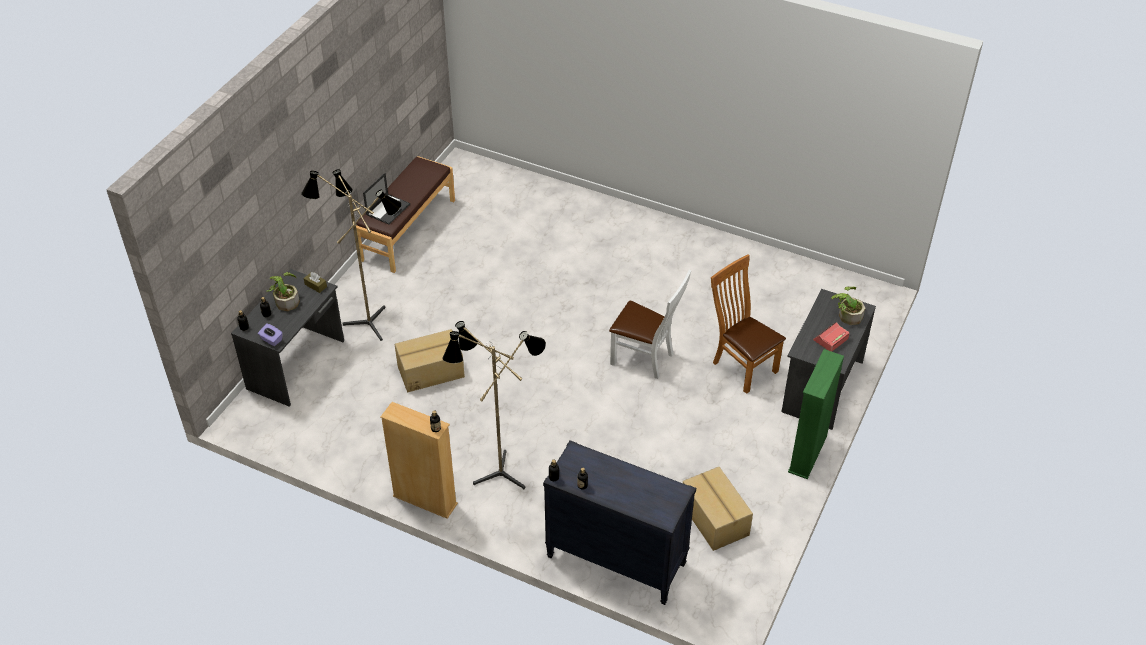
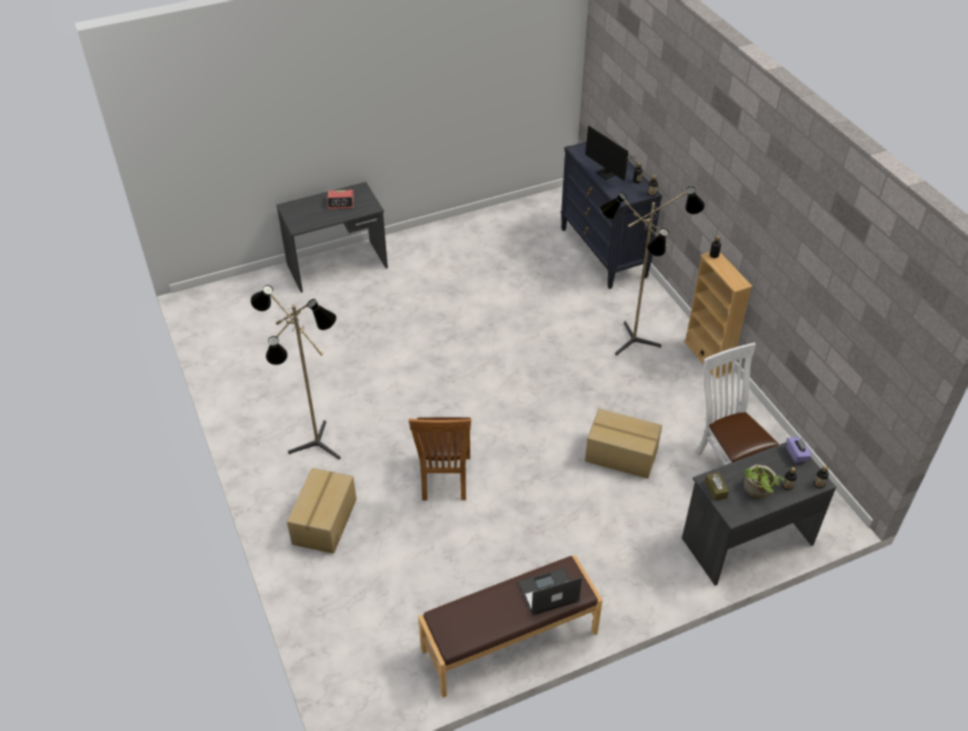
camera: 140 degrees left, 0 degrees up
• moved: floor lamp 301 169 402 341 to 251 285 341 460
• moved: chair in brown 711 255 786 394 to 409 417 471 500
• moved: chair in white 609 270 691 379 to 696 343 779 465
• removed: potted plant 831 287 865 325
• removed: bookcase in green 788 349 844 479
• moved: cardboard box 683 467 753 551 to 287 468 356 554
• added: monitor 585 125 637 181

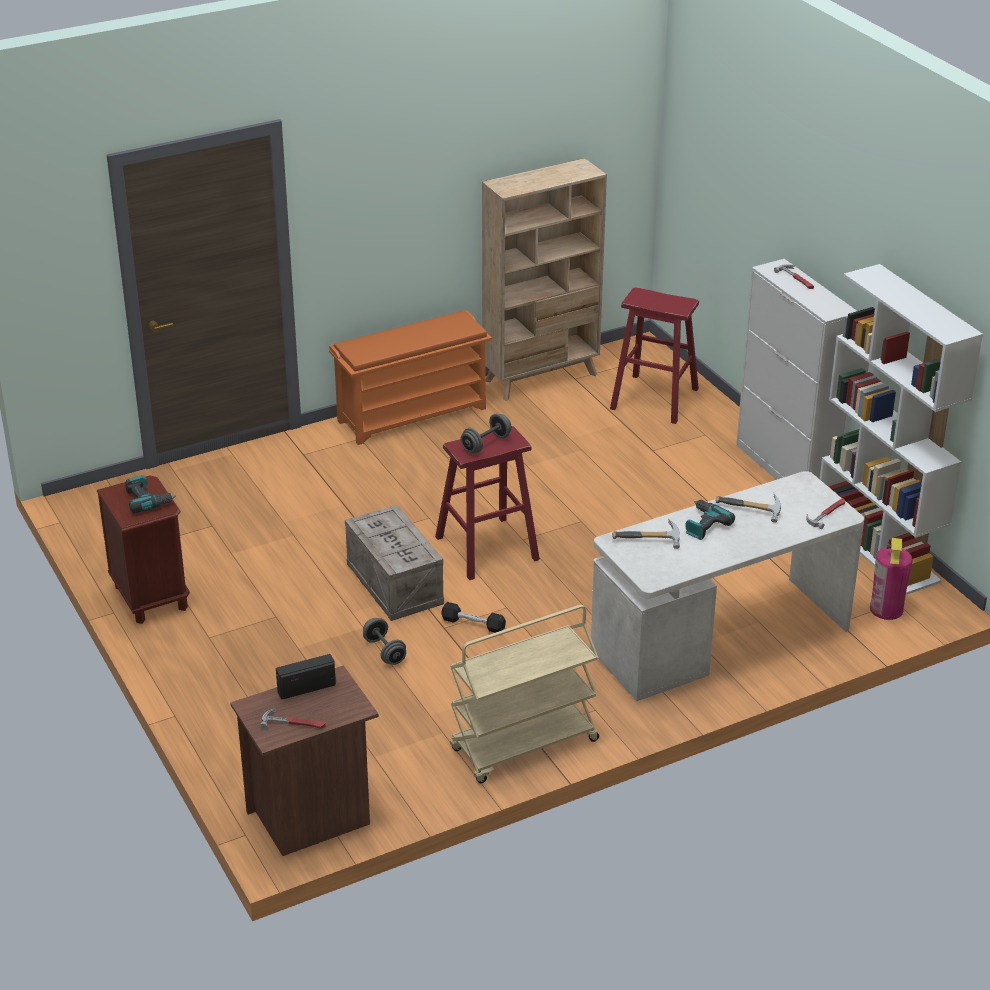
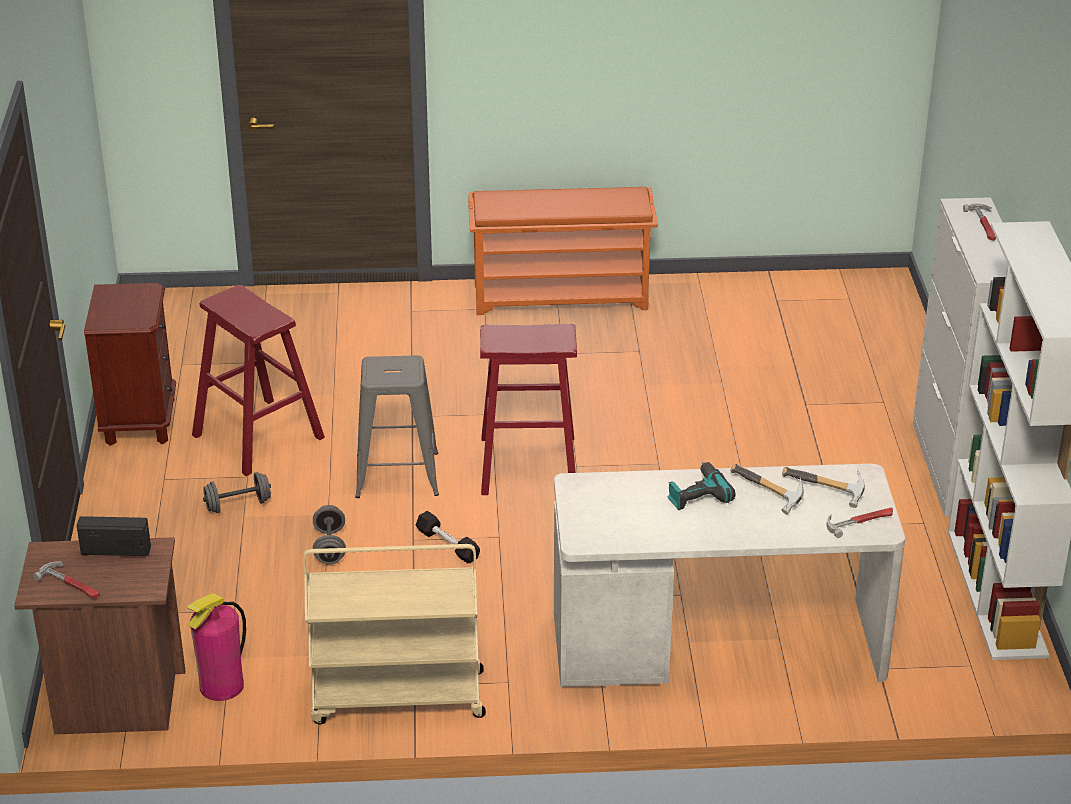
camera: 25 degrees right, 0 degrees up
• removed: bookcase in beige 482 158 607 401
• moved: stool in red 610 287 699 424 to 192 285 325 476
• moved: dumbbell in grey 460 414 512 453 to 203 472 271 513
• removed: power drill 125 475 176 513
• replaced: crate 345 505 444 621 to stool in grey 355 355 439 498
• moved: hammer 612 519 680 549 to 782 467 865 508
• moved: fire extinguisher 870 538 913 620 to 187 593 246 701

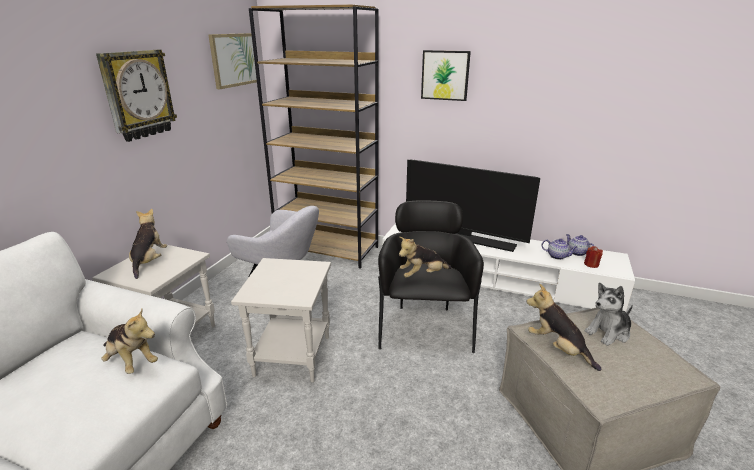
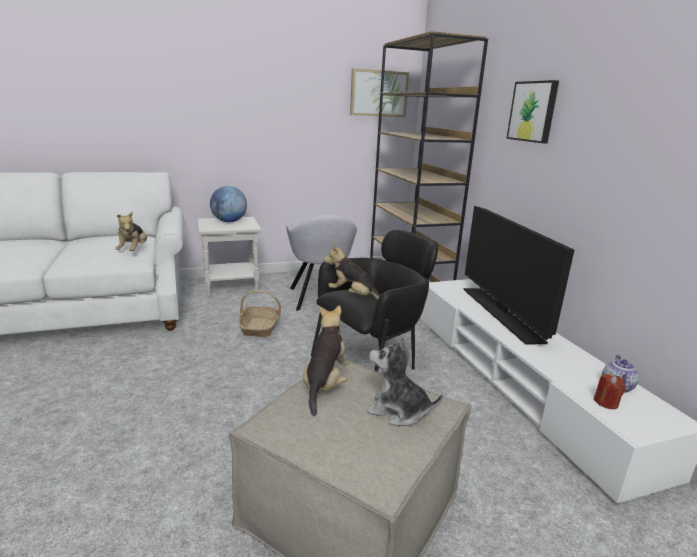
camera: 50 degrees right, 5 degrees down
• removed: wall clock 96 50 177 142
• replaced: plush toy 129 209 167 279 to globe 210 186 247 222
• removed: teapot 542 239 578 260
• replaced: side table in white 231 258 331 382 to basket 238 290 281 337

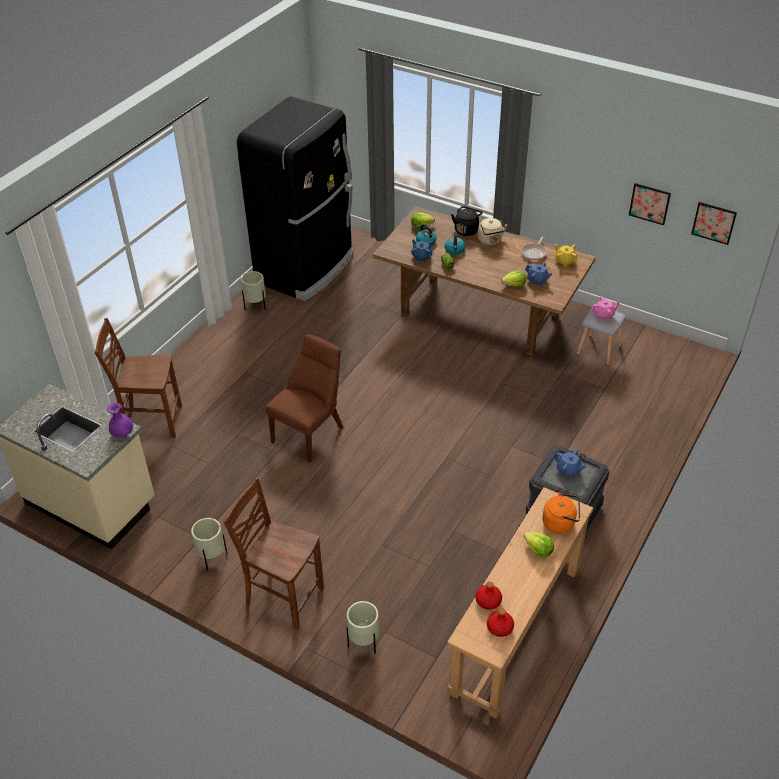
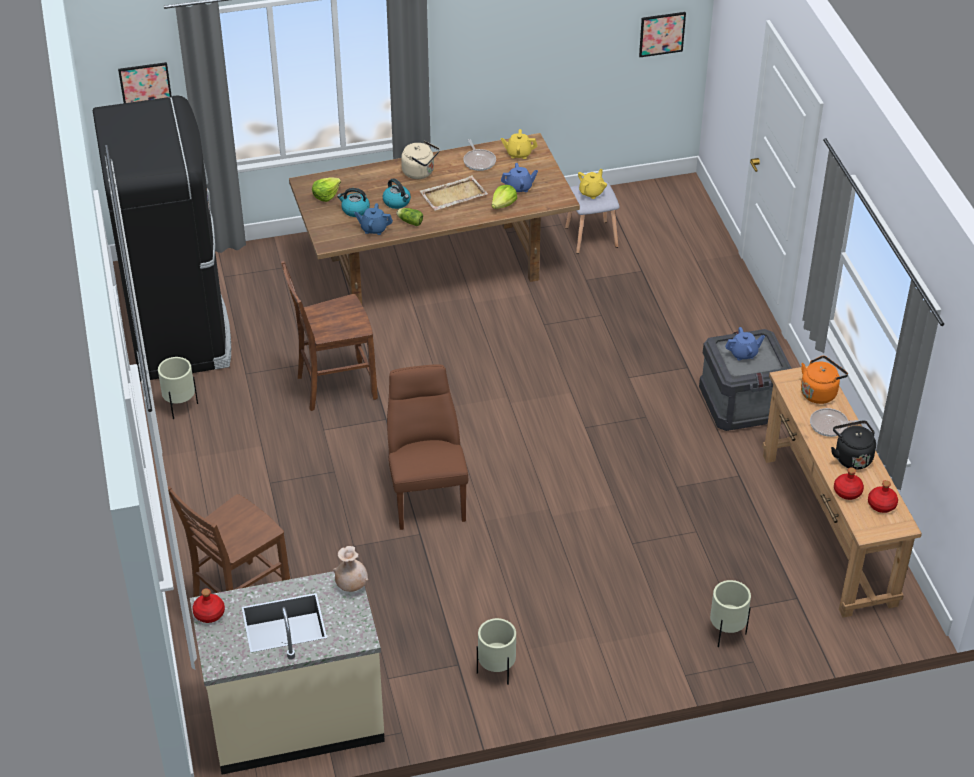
camera: 45 degrees left, 0 degrees up
• moved: picture 629 183 671 225 to 118 62 172 103
• moved: kettle in black 451 206 483 236 to 831 421 876 470
• recoloured: teapot in pink 591 296 620 320 to teapot in yellow 578 169 607 199
• recoloured: vase in purple 107 403 133 437 to vase in beige 333 546 368 592
• moved: chair in brown 223 477 324 630 to 281 261 378 411
• replaced: lettuce 524 532 554 558 to frying pan 810 408 870 437
• added: tray in beige 420 175 488 211
• added: bottle in red 192 588 225 623

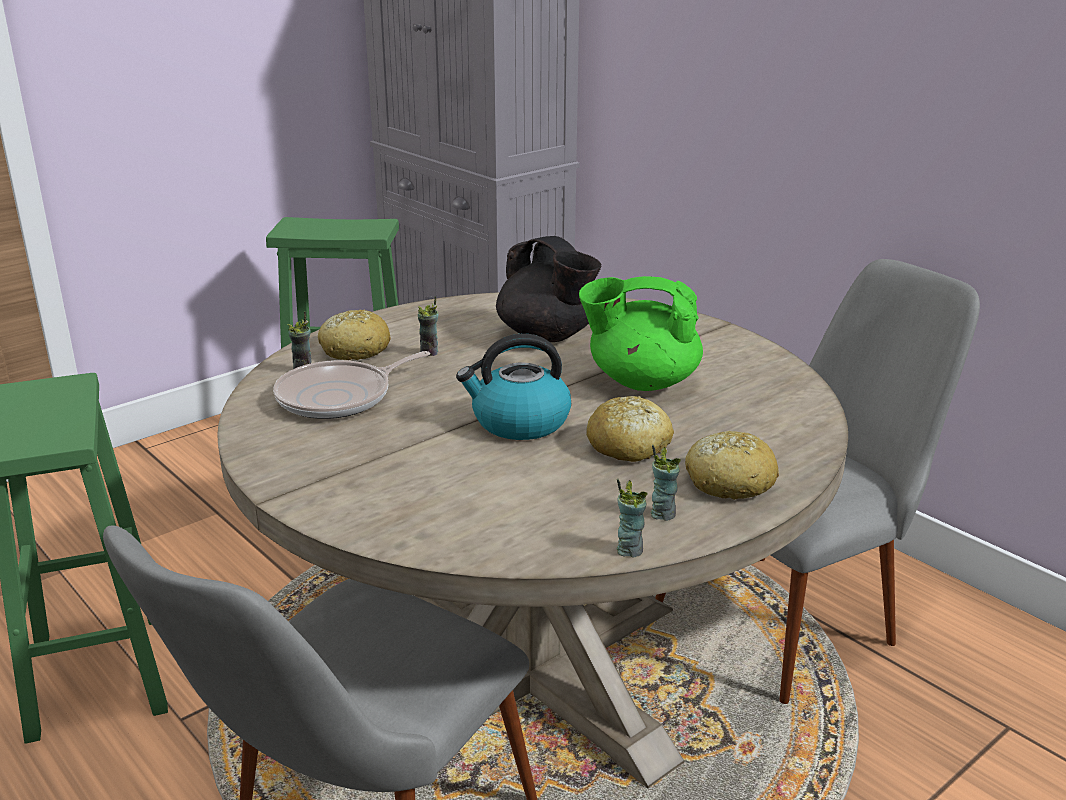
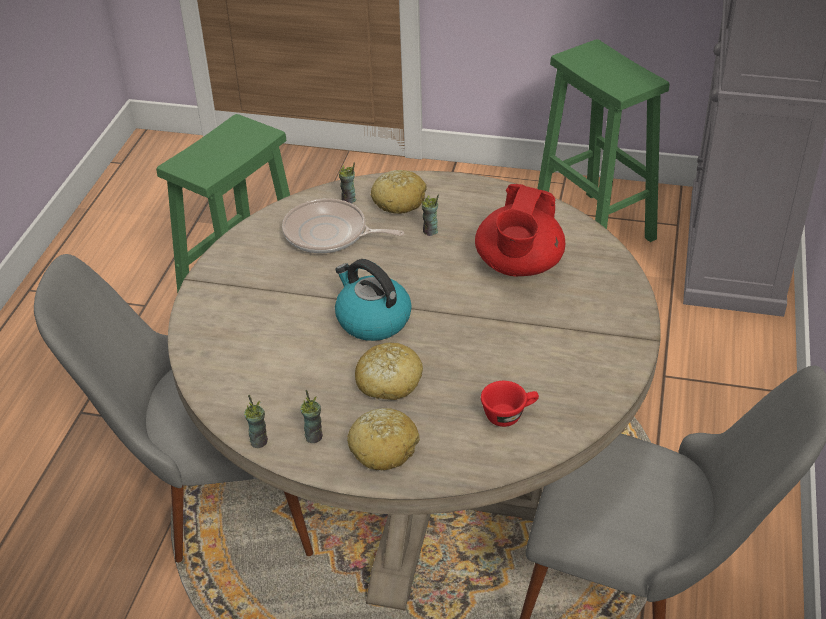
camera: 55 degrees right, 15 degrees up
• recoloured: teapot in black 496 236 601 342 to teapot in red 475 184 565 276
• removed: teapot in green 579 276 703 391
• added: cup in red 481 381 539 427

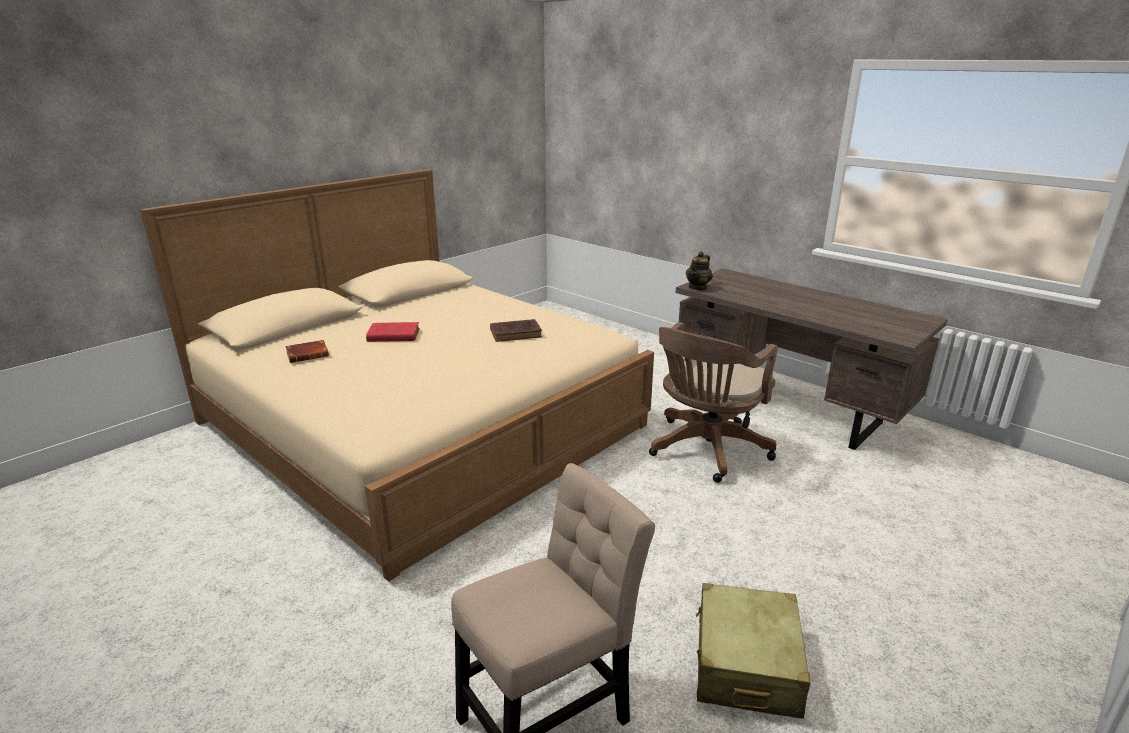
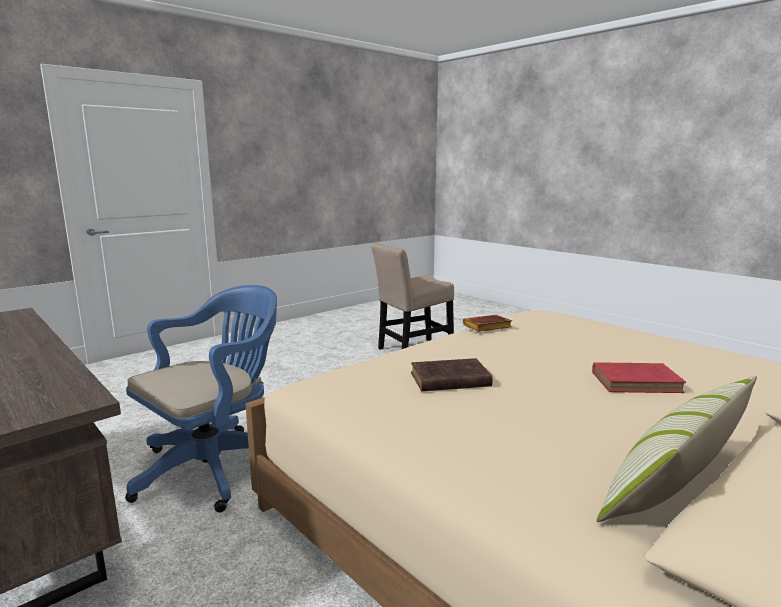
camera: 175 degrees left, 10 degrees down
• removed: teapot 686 251 713 291
• recoloured: office chair in brown 649 322 777 483 to office chair in blue 125 285 277 513
• moved: book in brown 285 340 329 363 to 463 315 512 332
• removed: suitcase in beige 696 583 811 719
• added: pillow 597 376 757 522

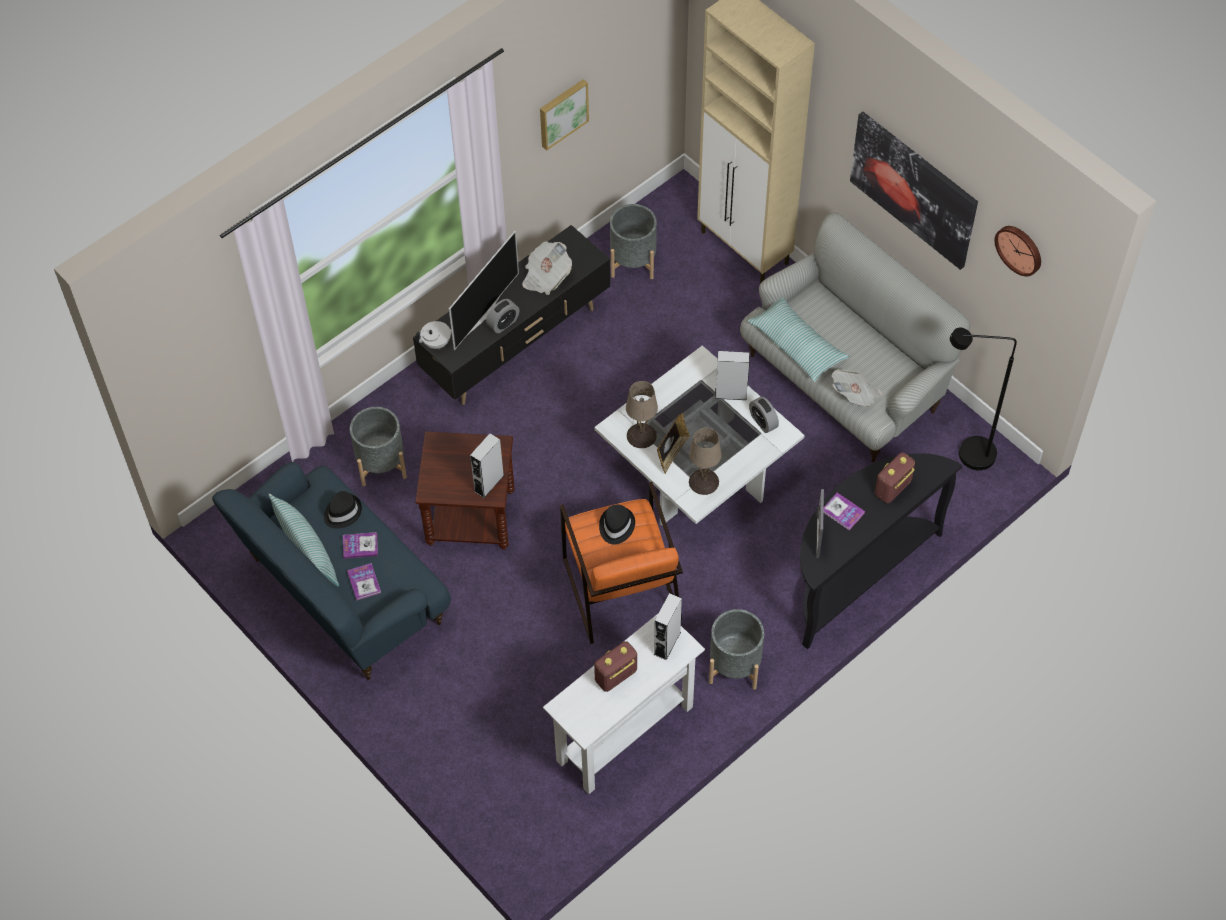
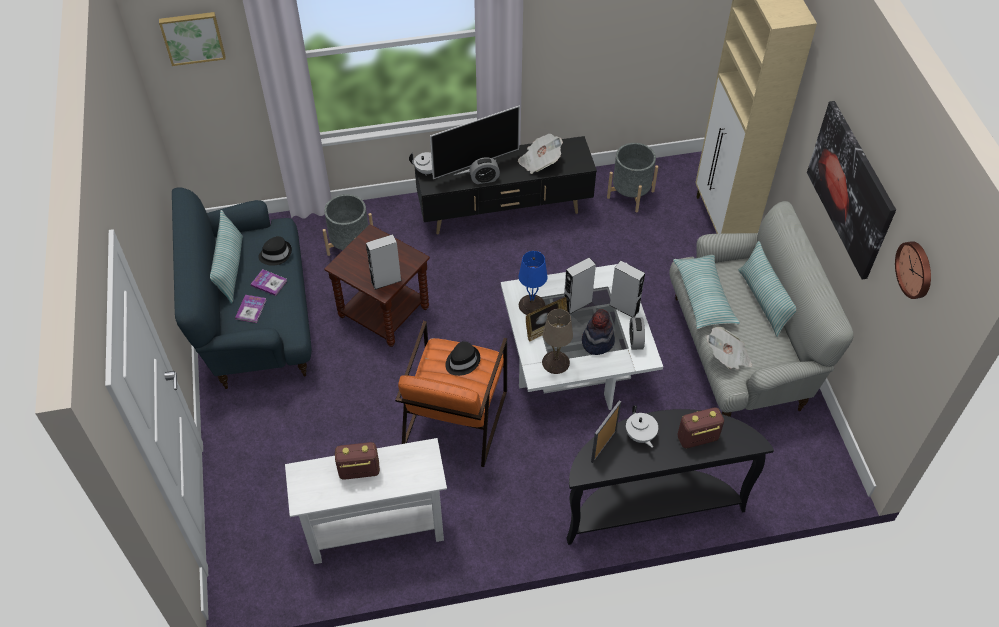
camera: 30 degrees right, 5 degrees down
• moved: picture 540 79 589 151 to 159 12 226 66
• removed: floor lamp in black 950 328 1017 471
• recoloured: table lamp in beige 626 381 658 448 to table lamp in blue 519 251 548 315
• replaced: book 824 493 865 530 to teapot in white 626 405 658 448
• moved: speaker in grey 654 593 682 660 to 564 258 596 314
• removed: planter in grey 709 609 764 690
• added: pillow 738 241 796 337
• added: hat 582 309 615 355

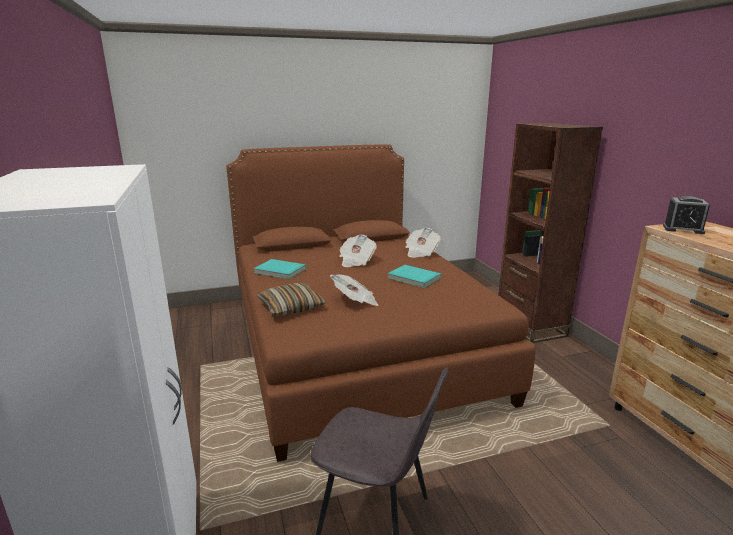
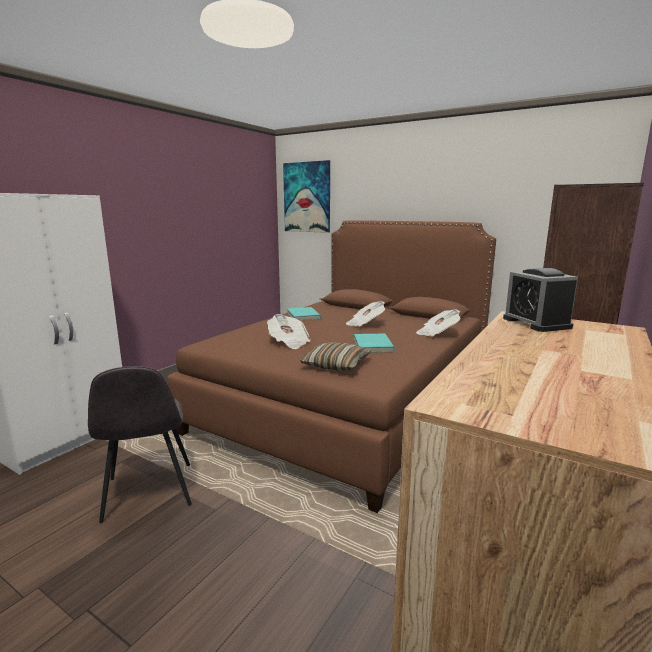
camera: 50 degrees right, 5 degrees down
• moved: pillow 257 283 326 316 to 300 342 371 371
• added: picture 283 160 330 233

